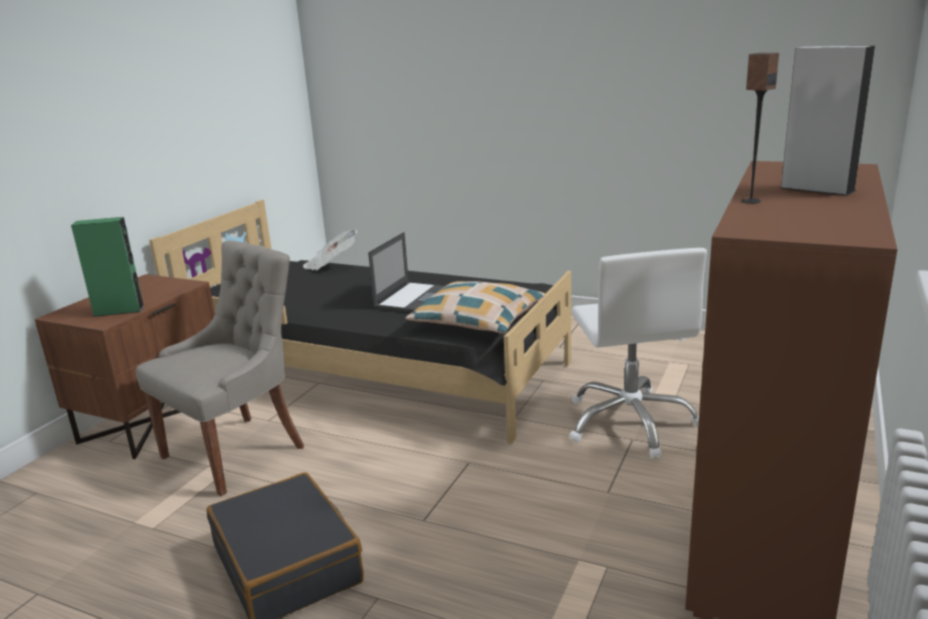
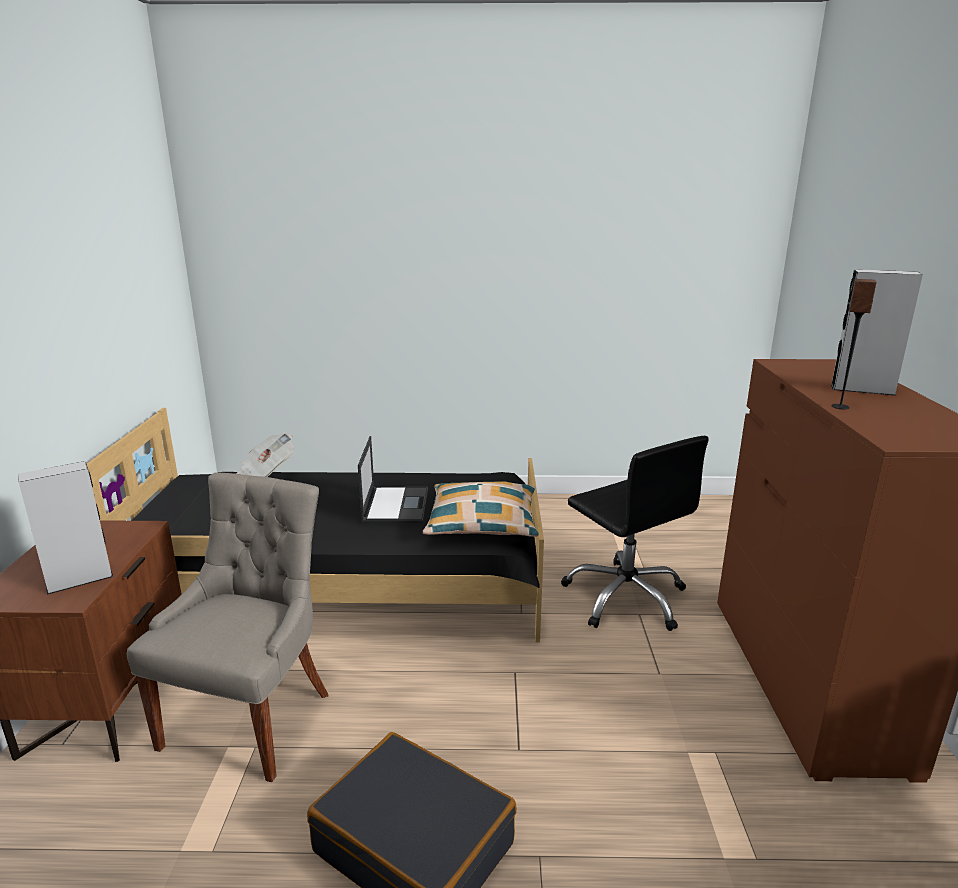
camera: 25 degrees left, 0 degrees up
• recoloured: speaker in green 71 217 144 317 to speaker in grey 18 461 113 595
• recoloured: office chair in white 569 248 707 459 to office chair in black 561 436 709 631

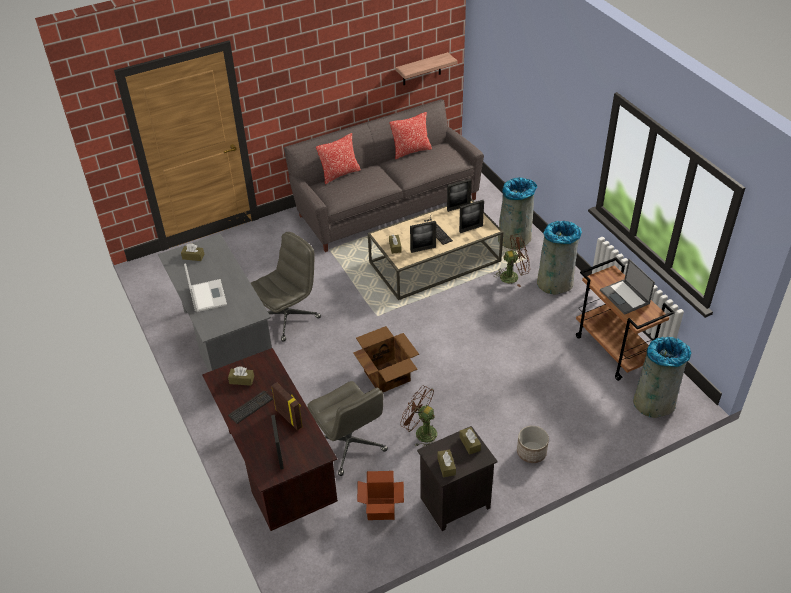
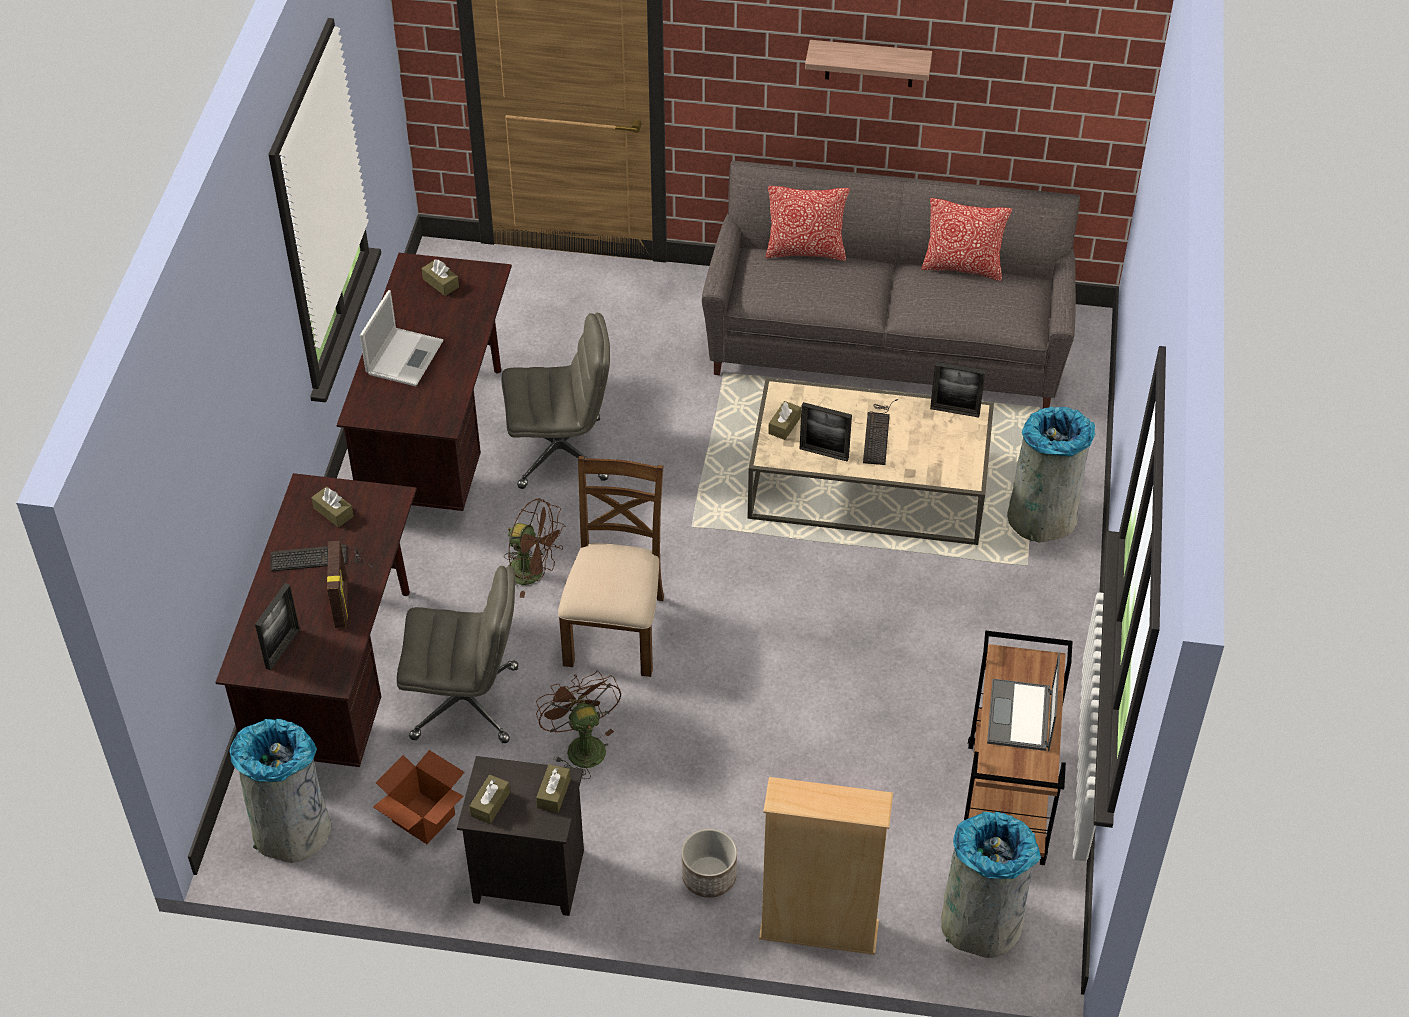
camera: 35 degrees right, 5 degrees up
• moved: shelf 396 52 457 85 to 805 40 932 87
• removed: picture frame 459 200 484 233
• moved: trash can in grey 537 221 582 295 to 229 719 332 863
• recoloured: desk in grey 158 234 272 372 to desk in brown 336 253 512 511
• moved: fan in brown 494 234 530 287 to 504 498 565 598
• replaced: cardboard box 353 326 419 392 to chair in brown 558 456 664 677
• turned: office chair in grey 308 381 388 476 = 397 565 518 743 90 degrees counterclockwise
• added: bookcase in beige 759 777 893 955

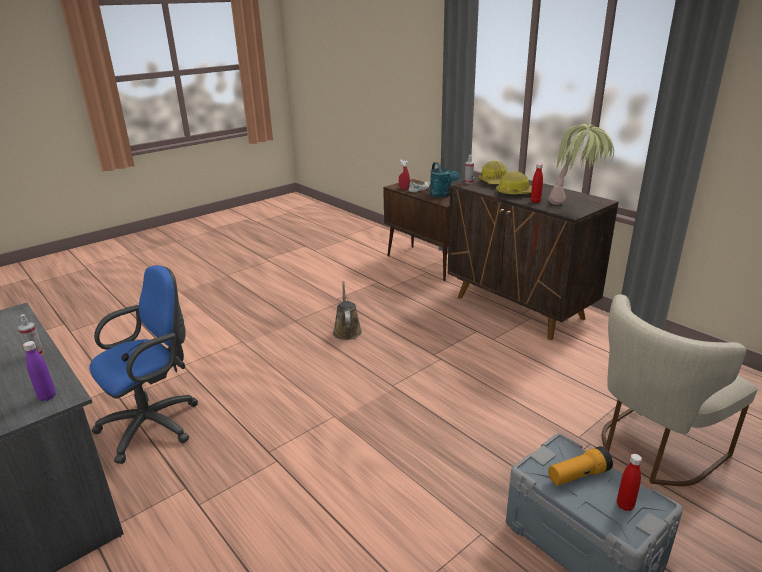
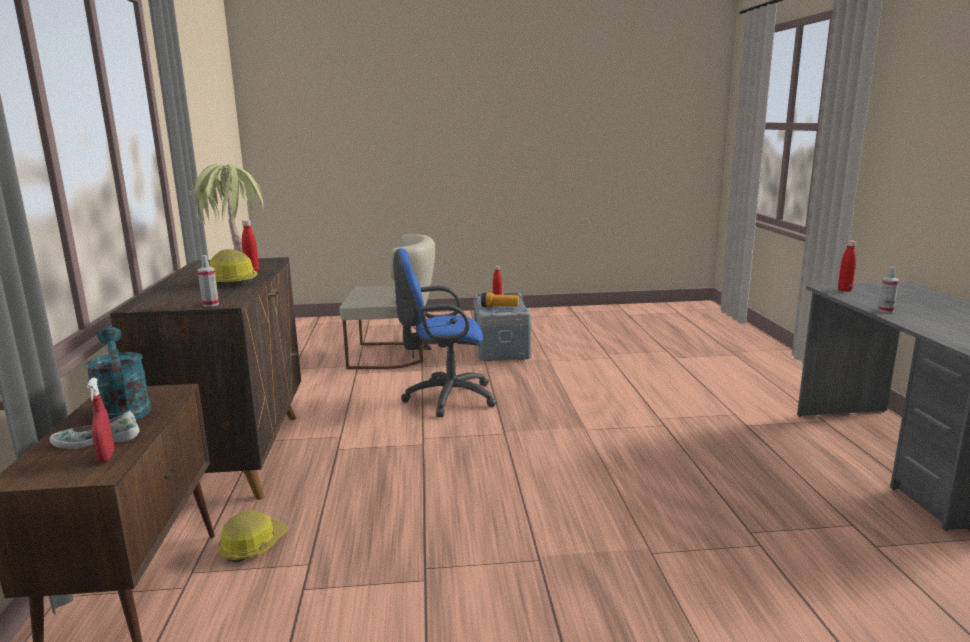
camera: 145 degrees left, 10 degrees down
• moved: hard hat 479 160 507 184 to 217 509 288 562
• turned: watering can in turquoise 430 162 459 197 = 85 327 152 420 45 degrees counterclockwise
• moved: office chair in blue 89 265 198 464 to 393 248 497 417
• removed: watering can in brown 333 281 362 340
• recoloured: bottle in purple 23 341 56 401 to bottle in red 838 240 856 292

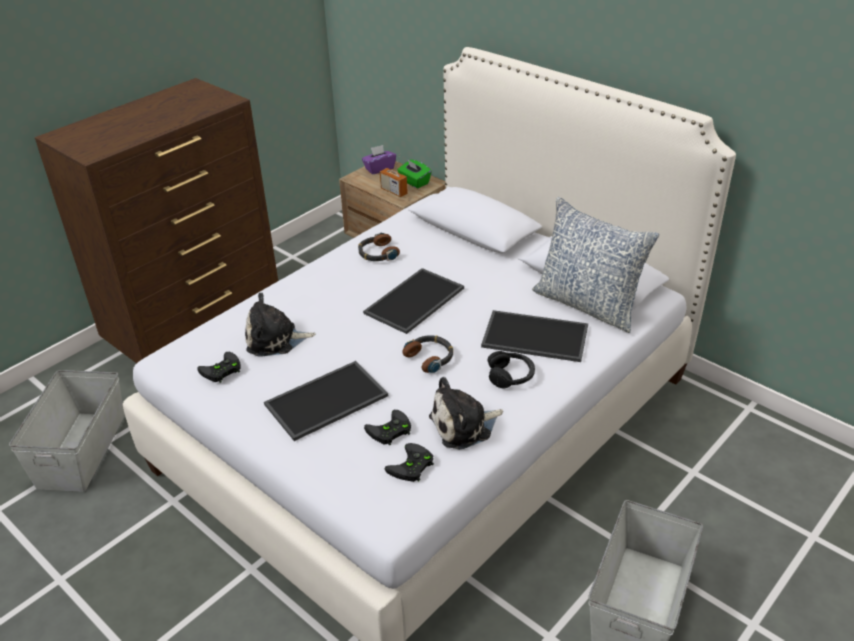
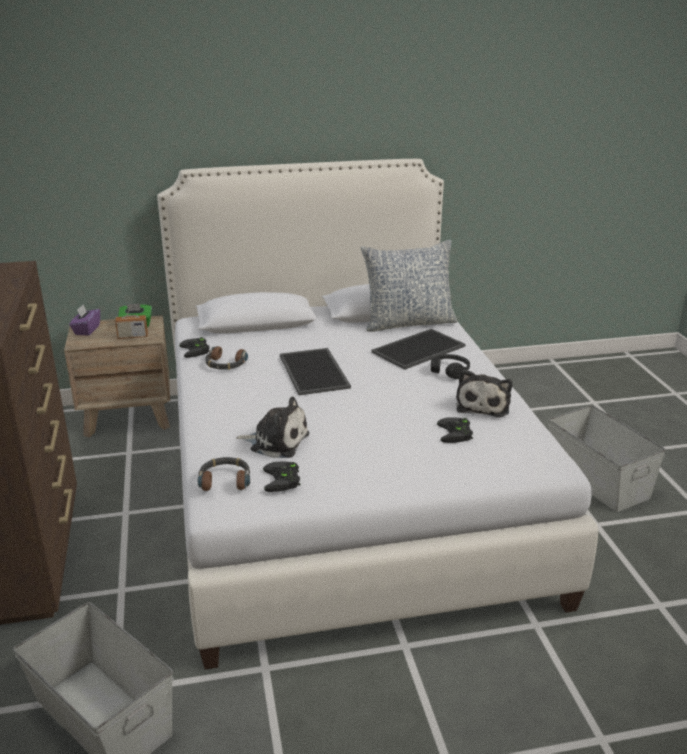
camera: 55 degrees left, 10 degrees down
• turned: plush toy 245 292 316 357 = 236 397 309 458 105 degrees counterclockwise
• moved: headphones 402 335 453 373 to 198 457 250 491
• removed: tray 264 361 388 441
• moved: game controller in black 385 443 434 482 to 179 337 210 358

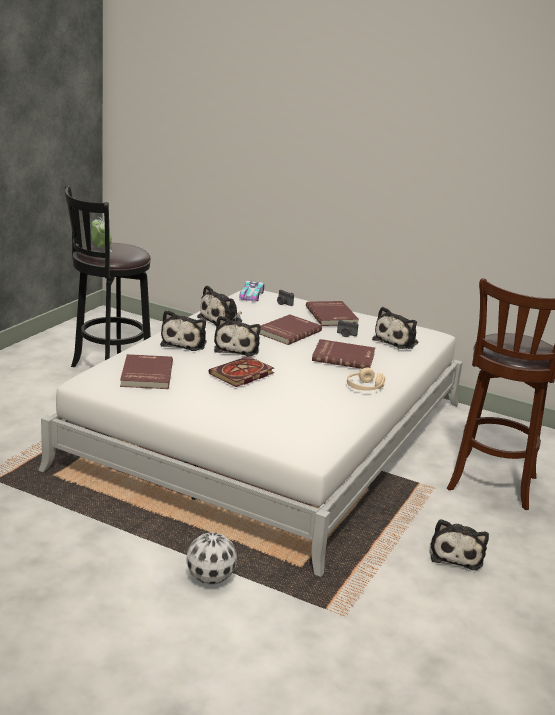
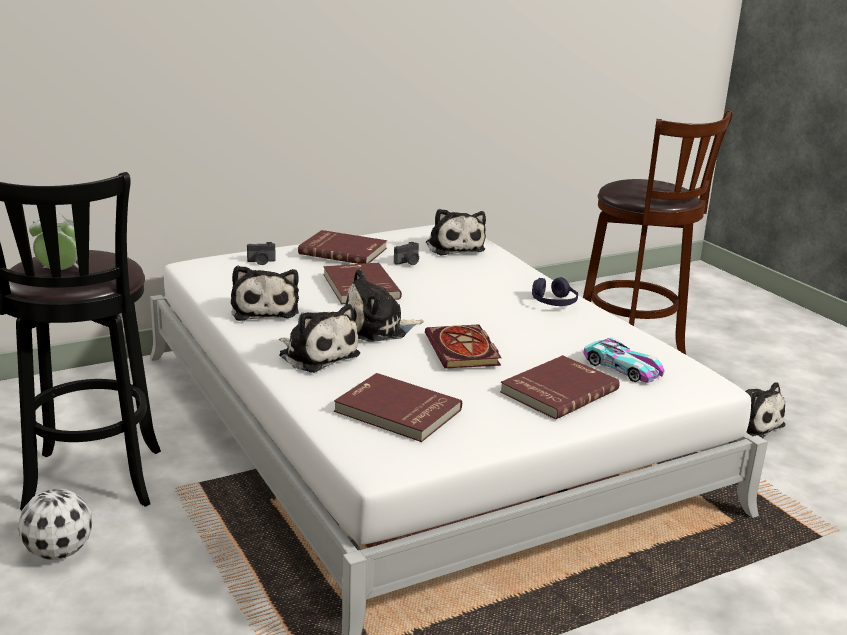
camera: 55 degrees left, 0 degrees up
• moved: toy car 239 280 264 302 to 584 337 664 383
• turned: plush toy 214 316 261 356 = 346 269 424 342 120 degrees clockwise
• moved: book in red 312 339 375 369 to 500 355 620 420
• recoloured: headphones in beige 347 367 385 391 to headphones in purple 532 277 578 306
• moved: football 186 533 237 585 to 18 489 92 560

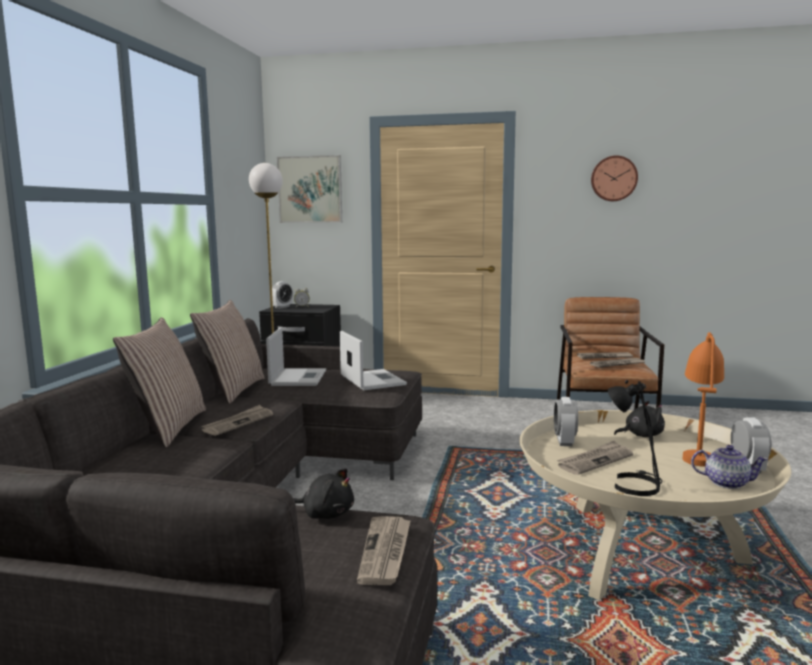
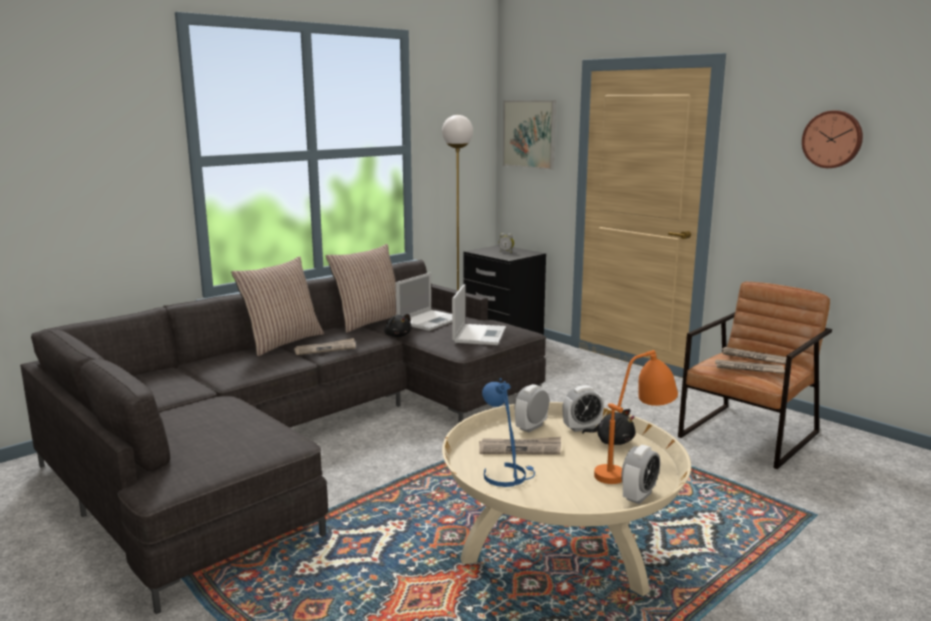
camera: 35 degrees right, 5 degrees up
• moved: alarm clock 272 281 293 309 to 563 385 604 432
• recoloured: table lamp in black 608 380 662 496 to table lamp in blue 482 378 535 487
• removed: teapot 691 445 768 489
• moved: plush toy in black 293 468 354 519 to 384 314 412 337
• removed: newspaper 357 516 411 585

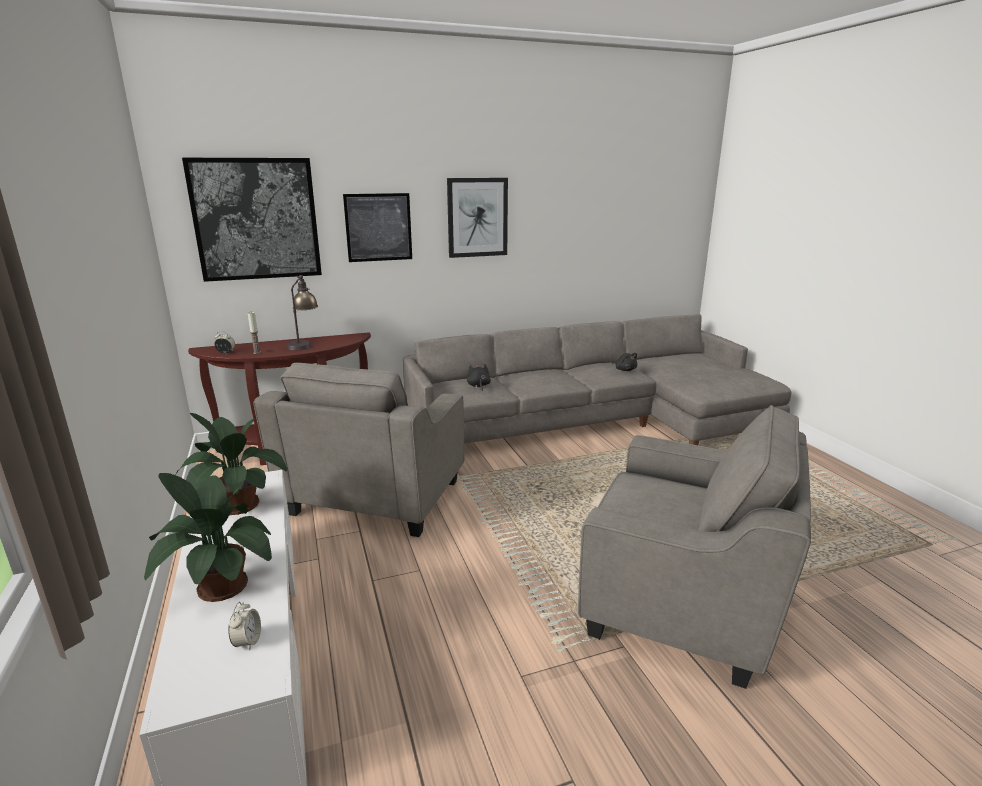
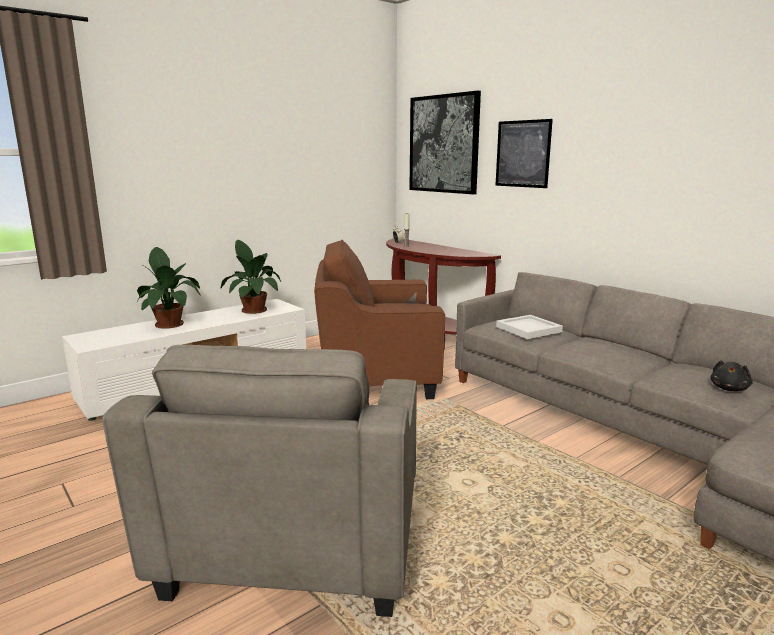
camera: 70 degrees right, 5 degrees down
• removed: picture 447 178 508 258
• removed: table lamp 286 275 318 350
• recoloured: armchair in grey 253 363 464 537 to armchair in brown 314 240 445 399
• replaced: plush toy in black 467 364 491 391 to tray in white 496 315 563 339
• removed: alarm clock 228 602 261 650

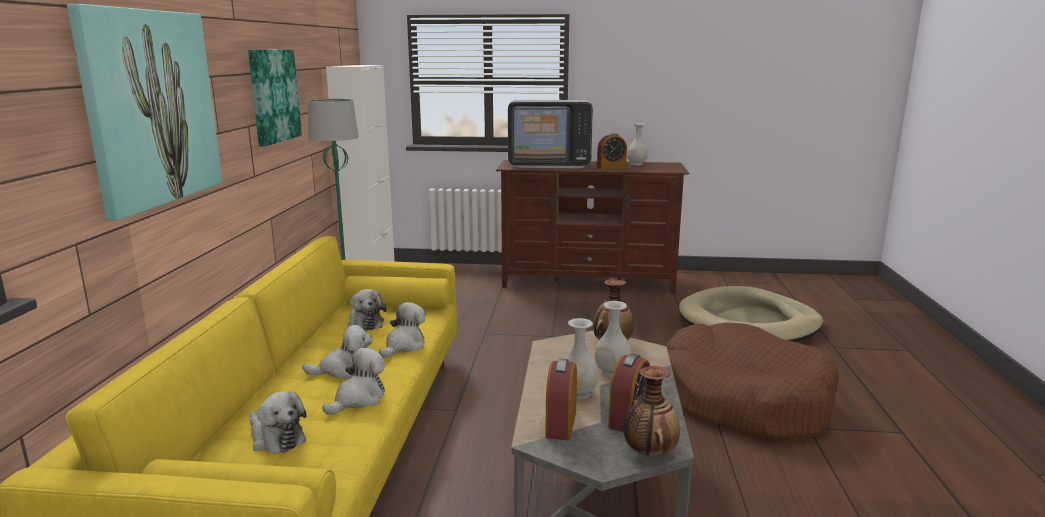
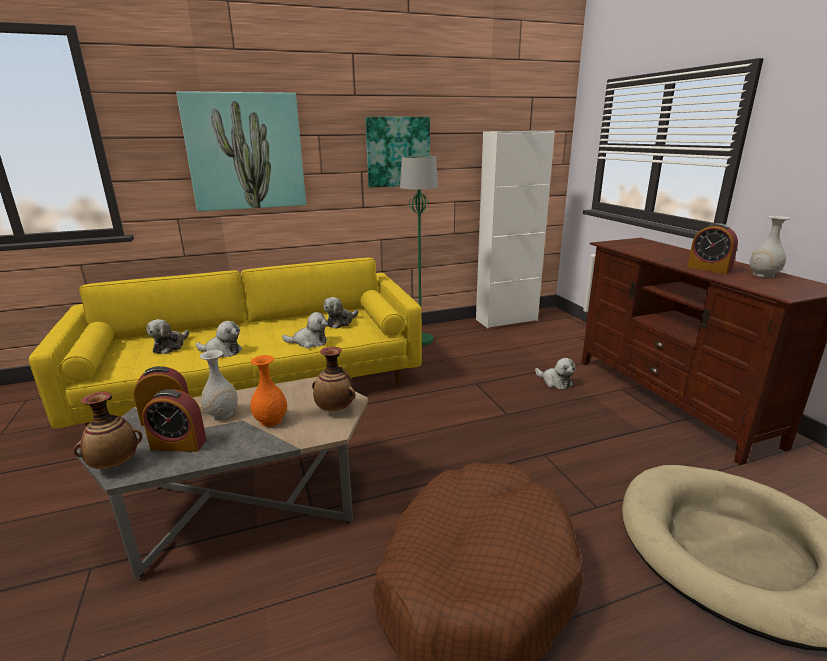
camera: 65 degrees right, 5 degrees up
• removed: television 508 100 593 168
• recoloured: vase in white 595 301 631 377 to vase in orange 250 355 287 427
• moved: plush toy 302 325 373 379 to 535 358 576 389

